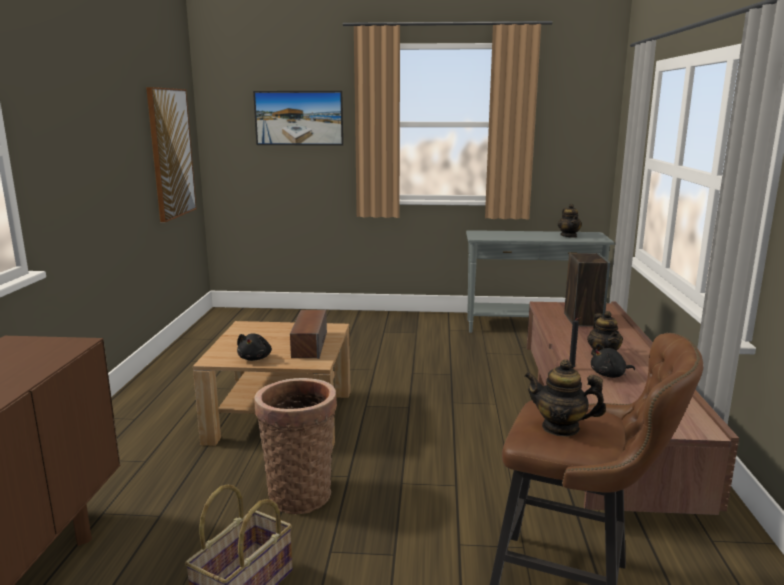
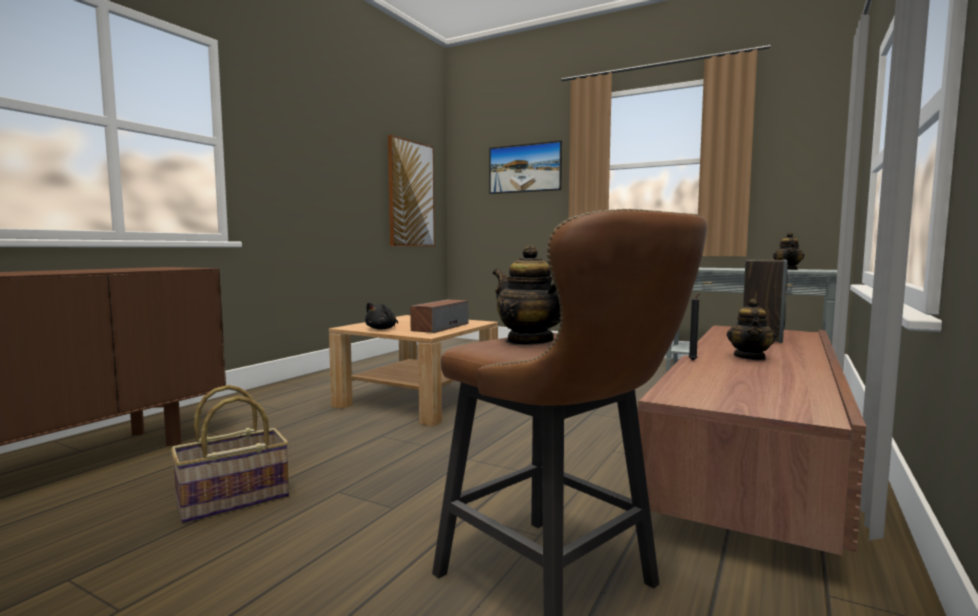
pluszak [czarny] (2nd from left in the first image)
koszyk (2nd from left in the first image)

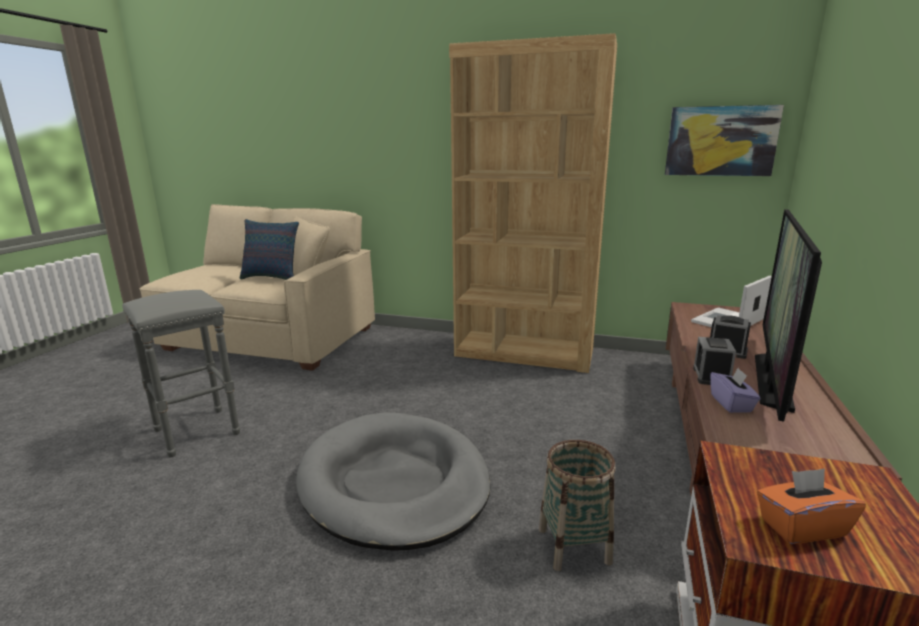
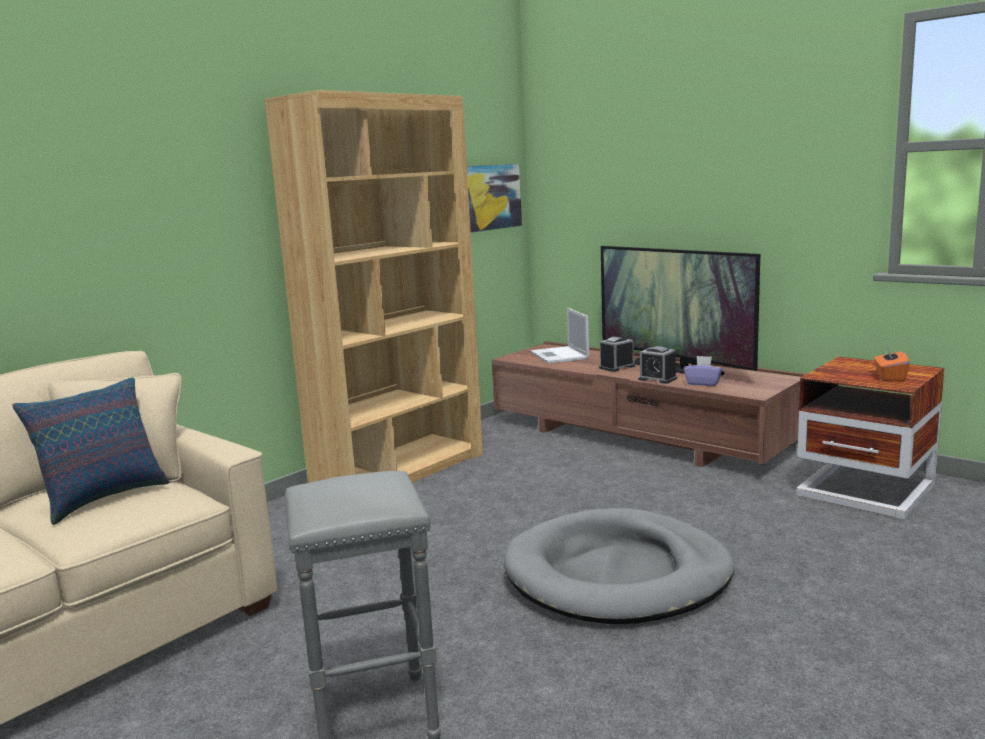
koszyk

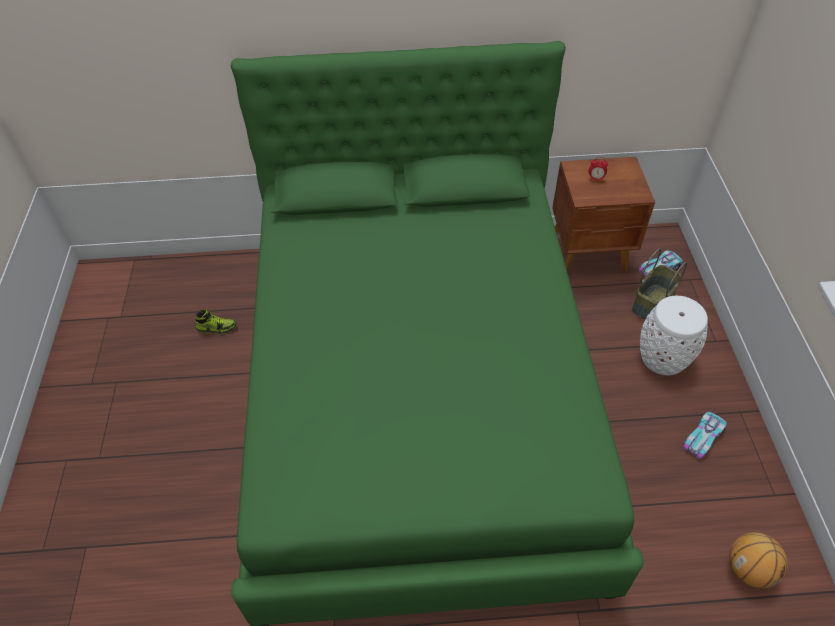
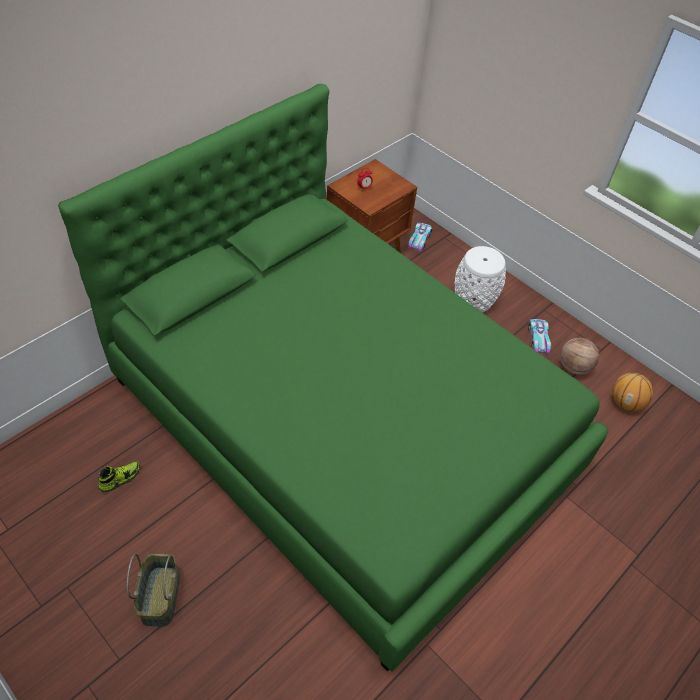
koszyk
piłka do koszykówki (1st from left)

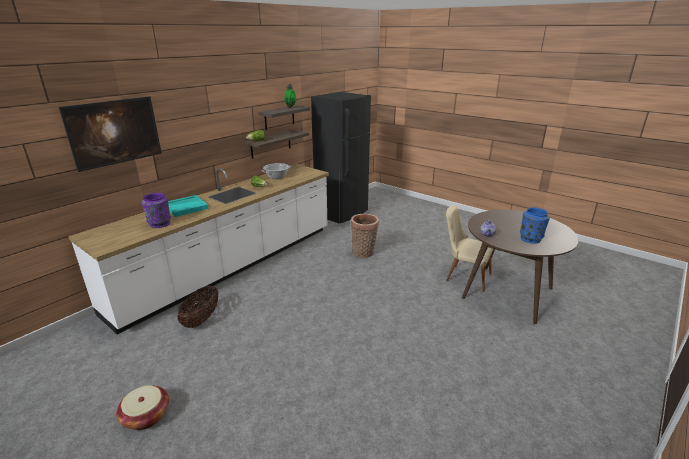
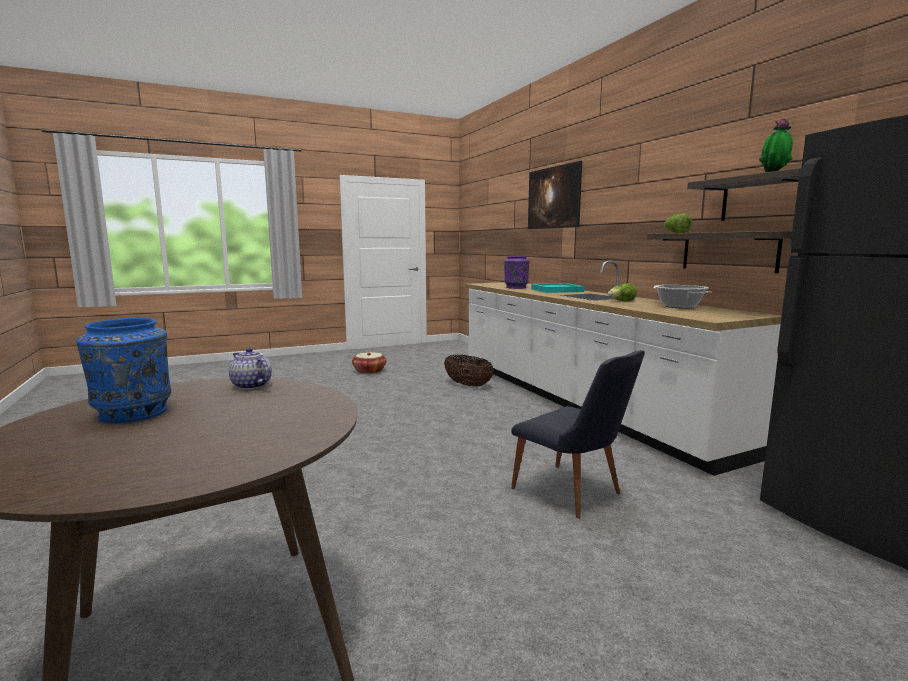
krzesło [beżowy]
krzesło [czarny]

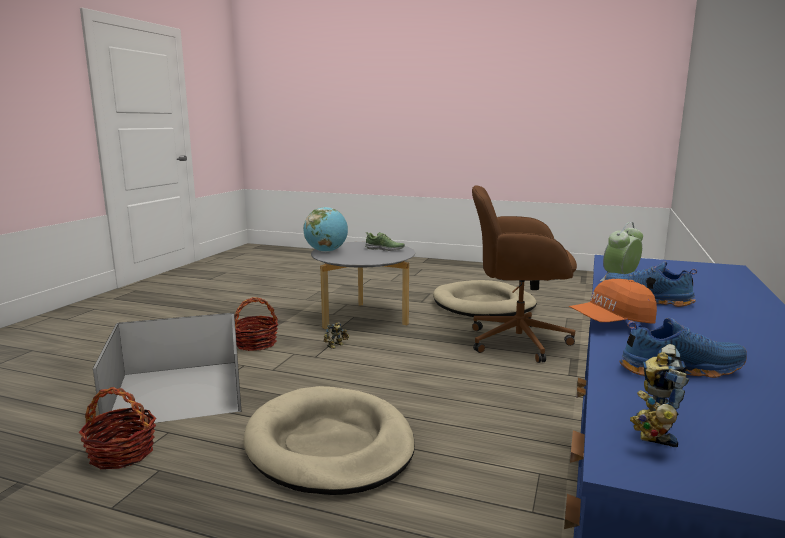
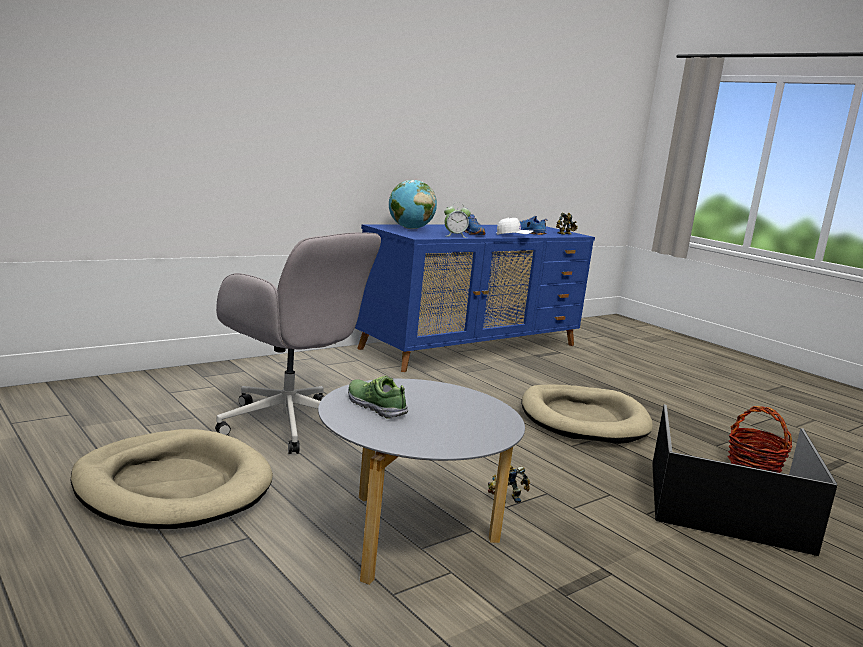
krzesło biurowe [szary]
globus
czapka z daszkiem [biały]
koszyk (2nd from left in the first image)

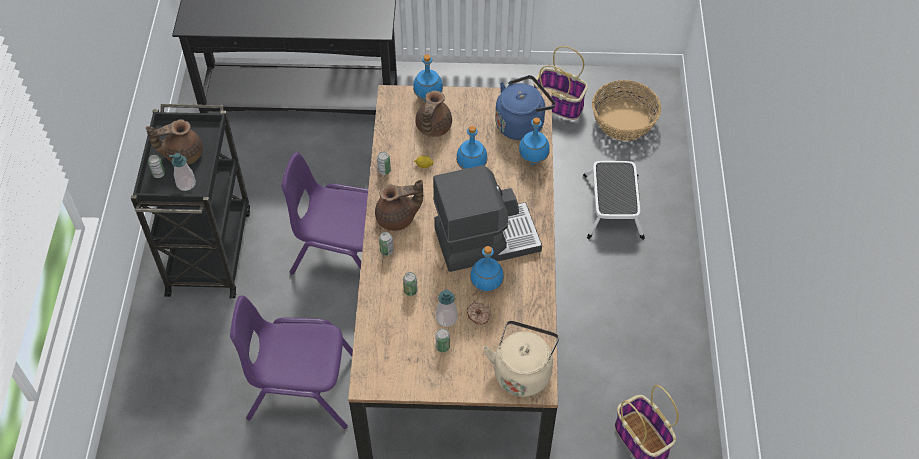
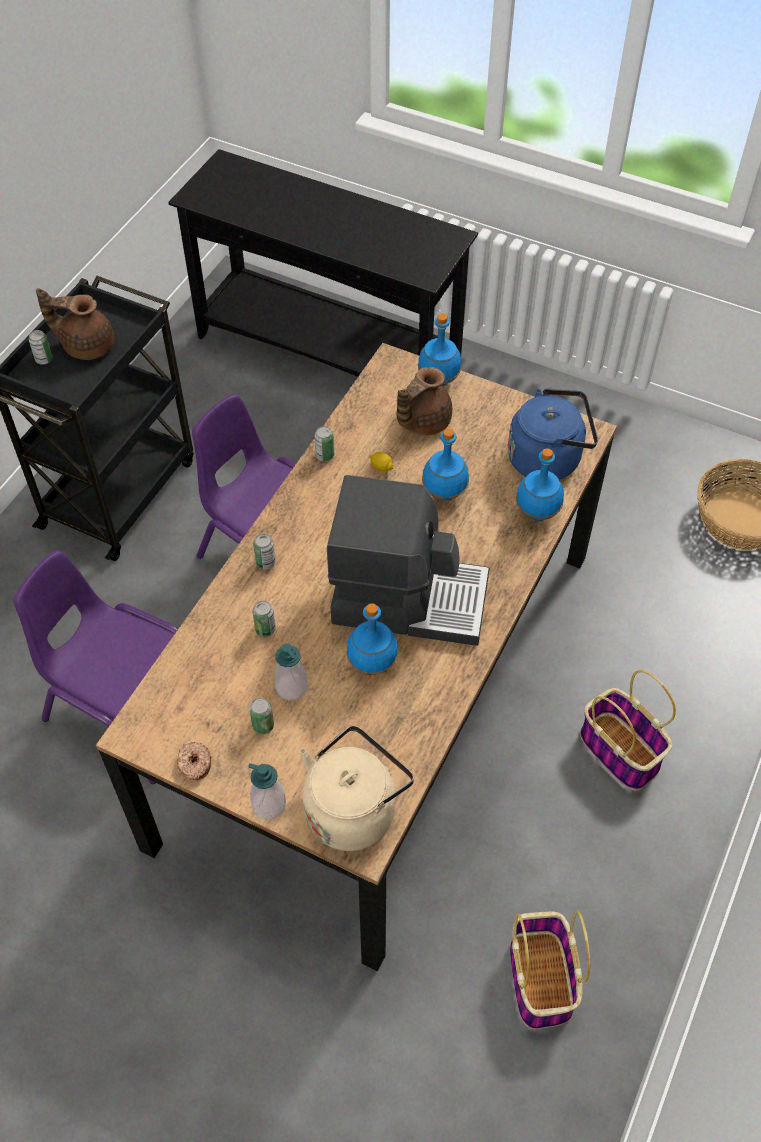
koszyk (2nd from left)
dozownik mydła (1st from left)
drabinka [czarny]
imbryk [brązowy] (2nd from left in the first image)
donut

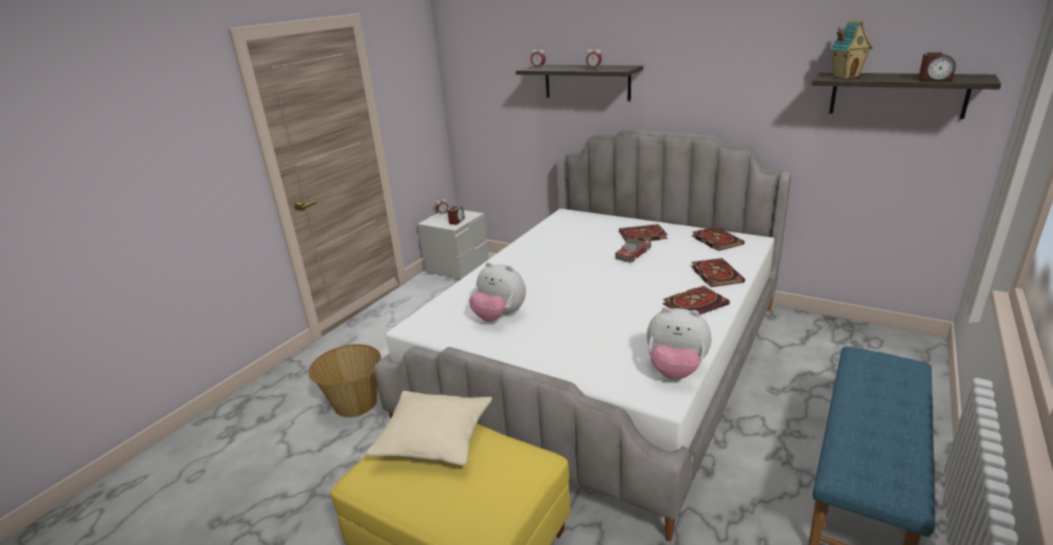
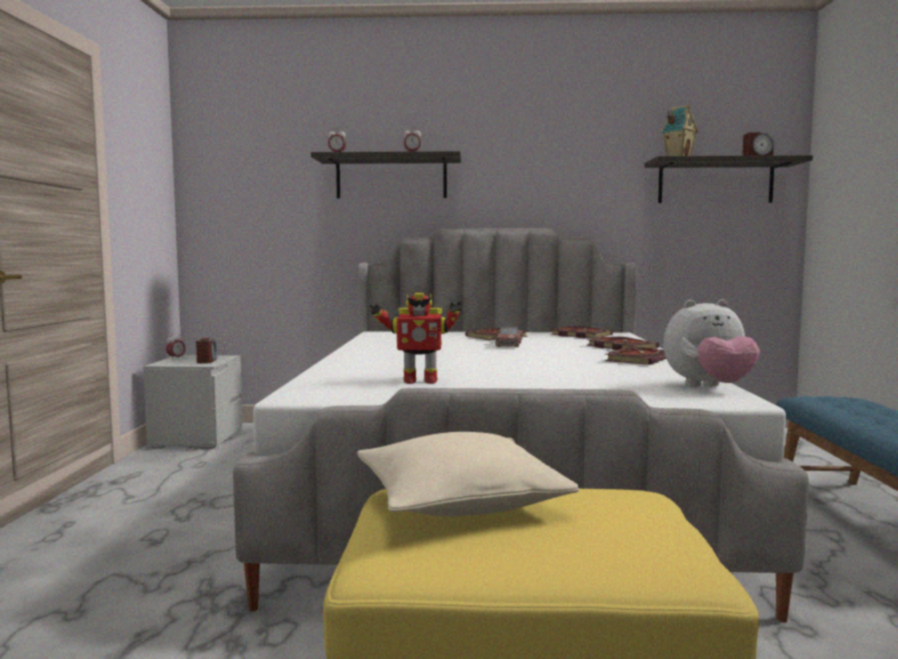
robot zabawkowy
koszyk

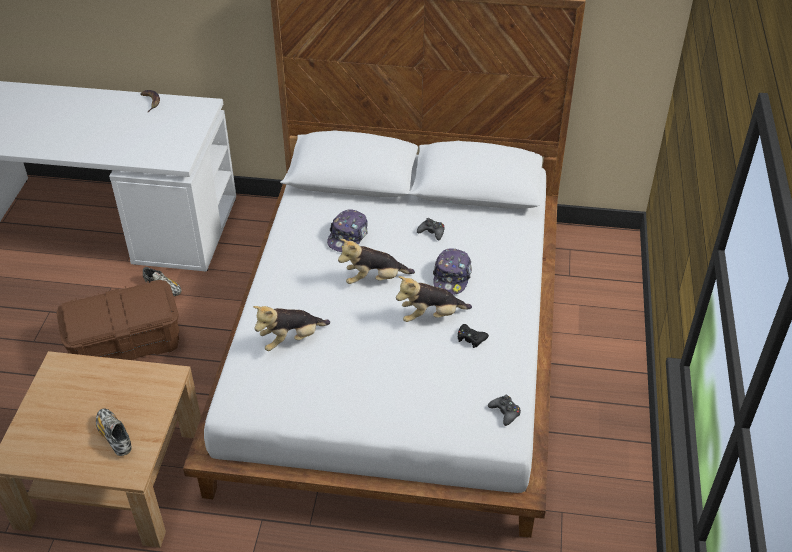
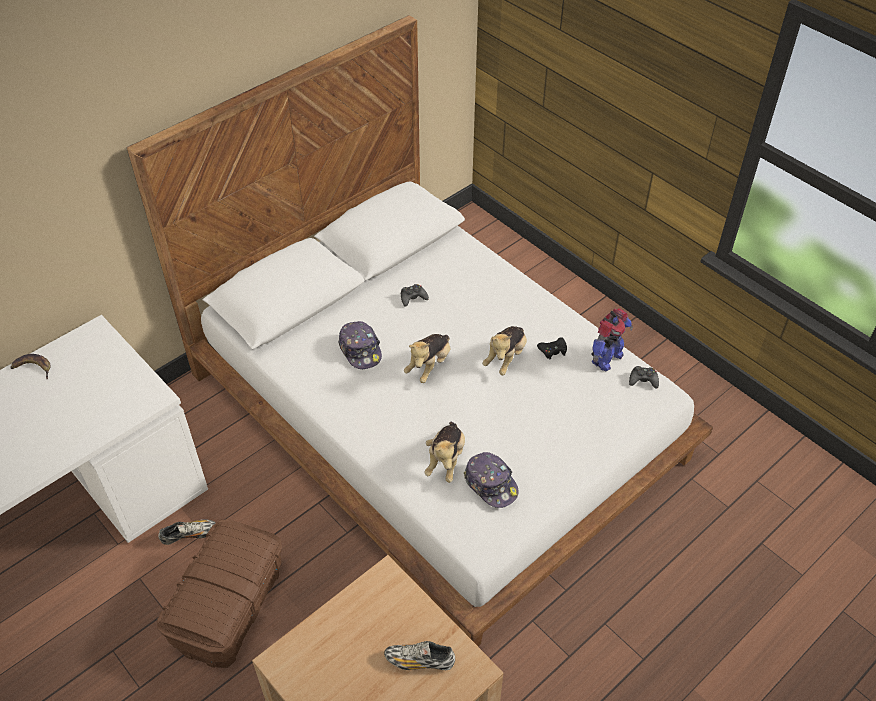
czapka z daszkiem (2nd from left)
robot zabawkowy

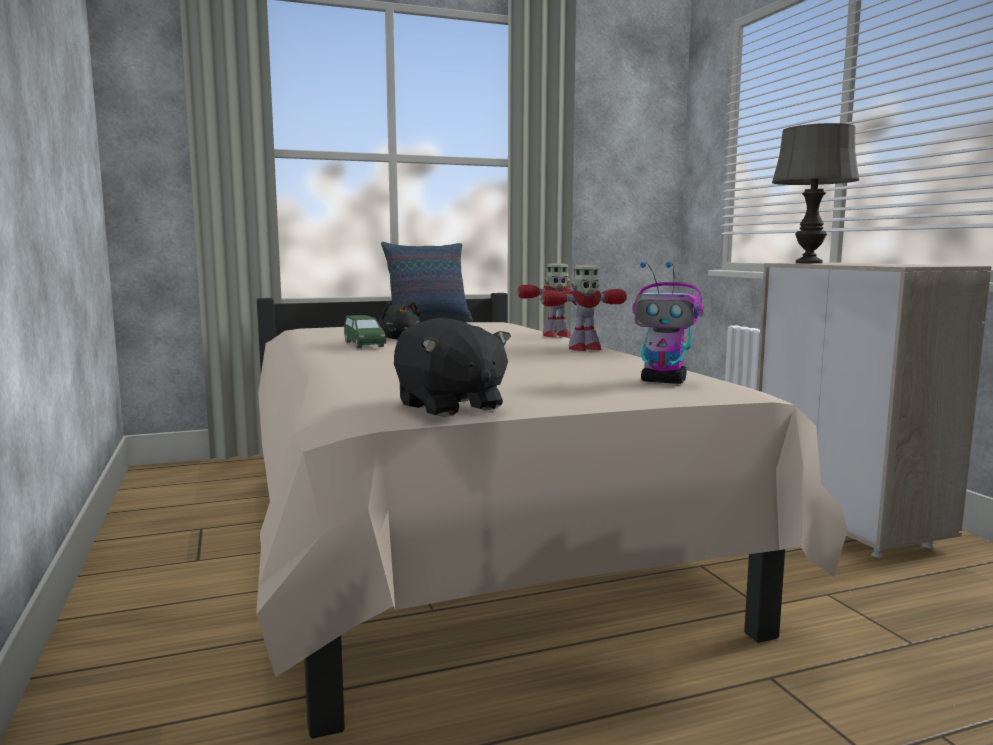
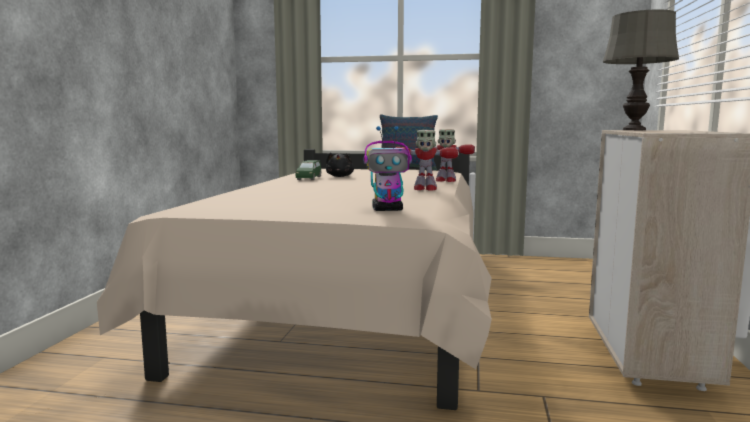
robot zabawkowy (1st from left)
pluszak [czarny] (2nd from left in the first image)

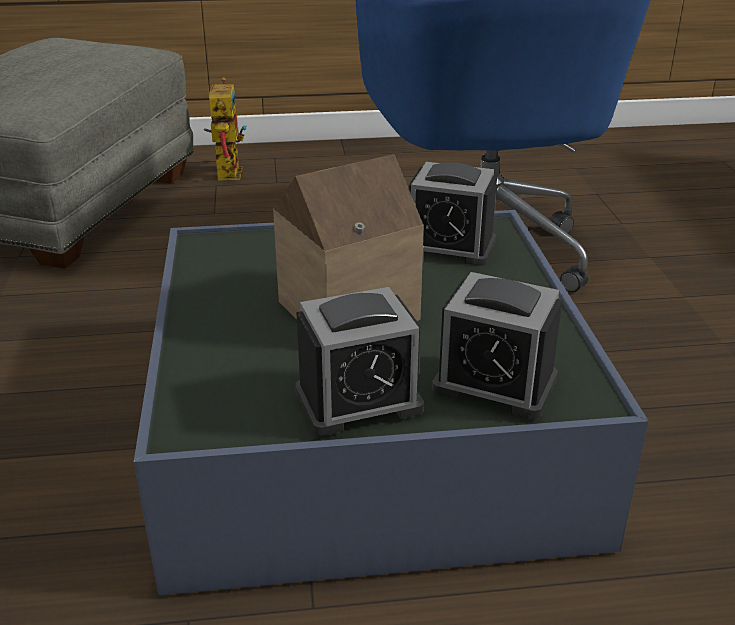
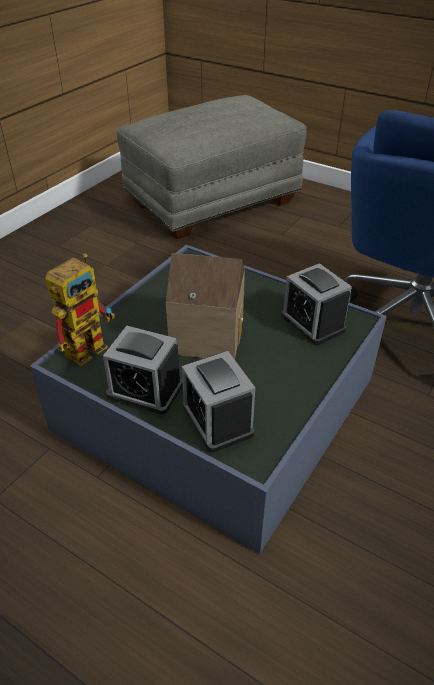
robot zabawkowy

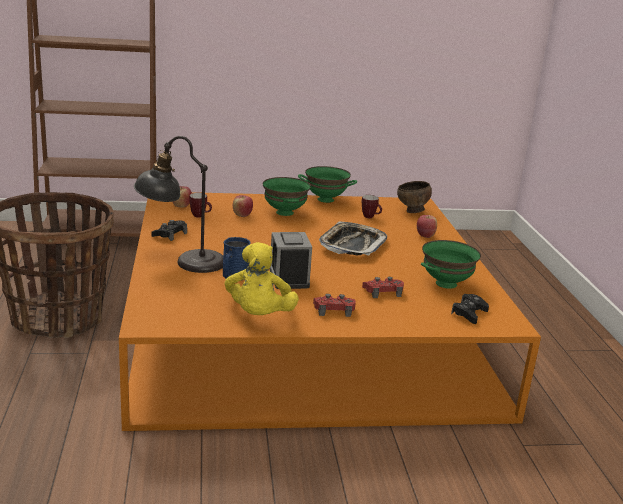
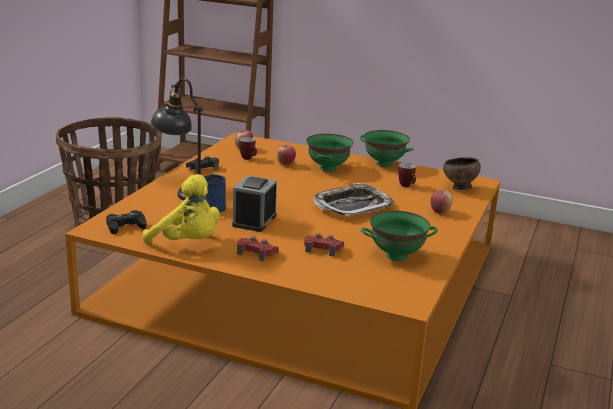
pluszak [żółty]
pad do gier [czarny] (1st from left)

